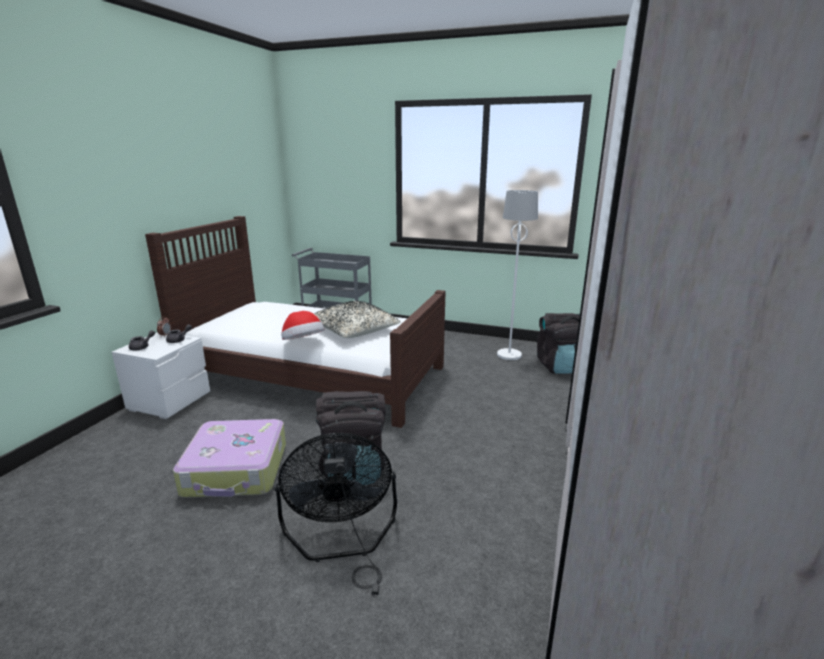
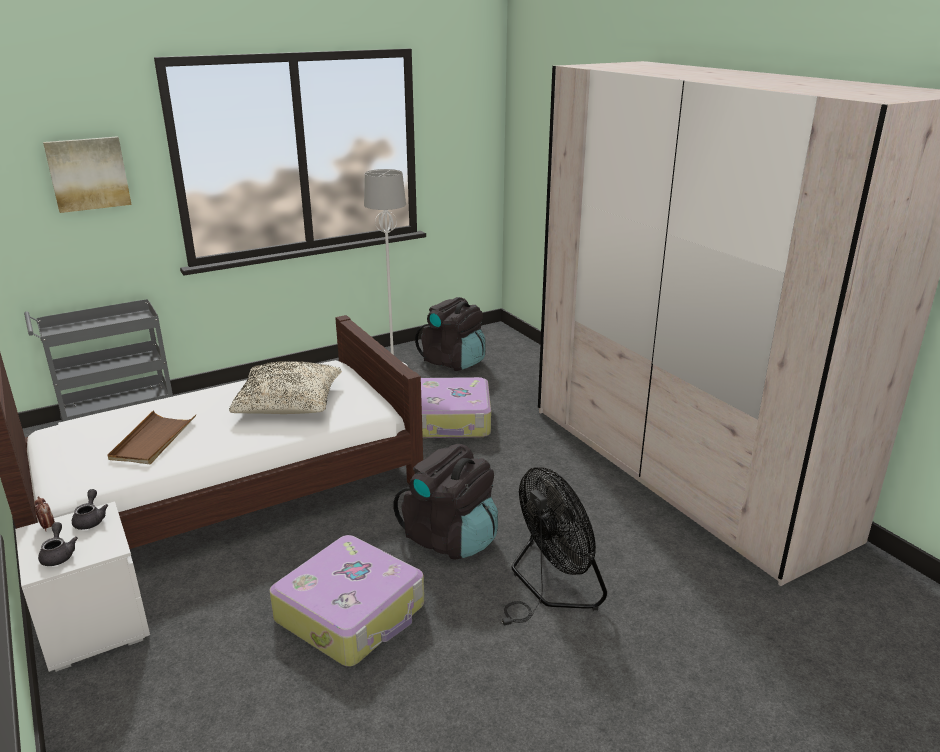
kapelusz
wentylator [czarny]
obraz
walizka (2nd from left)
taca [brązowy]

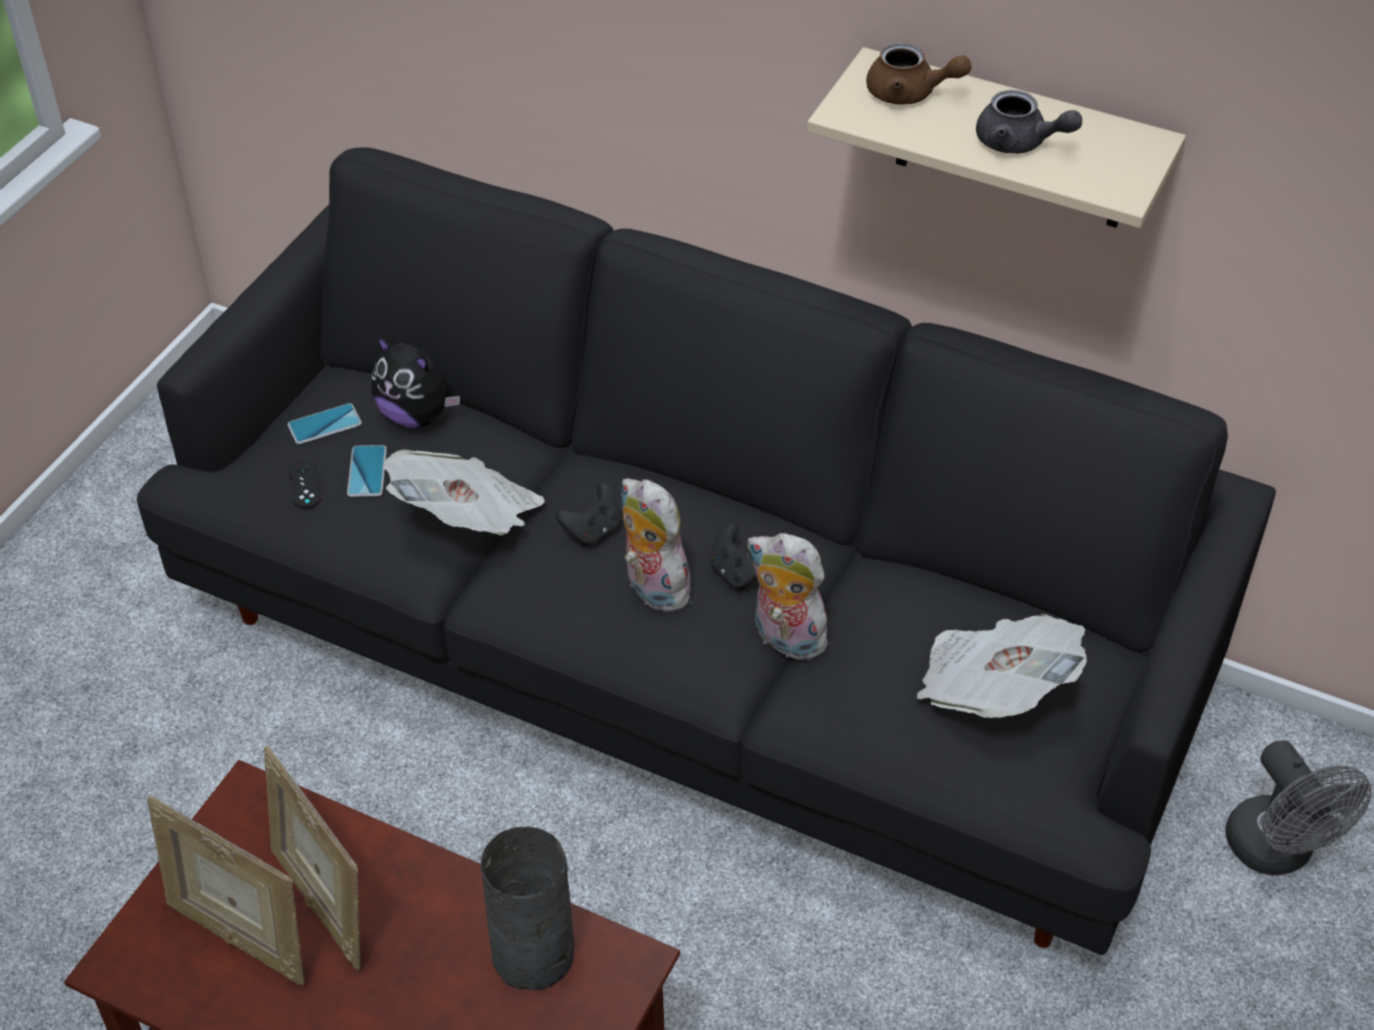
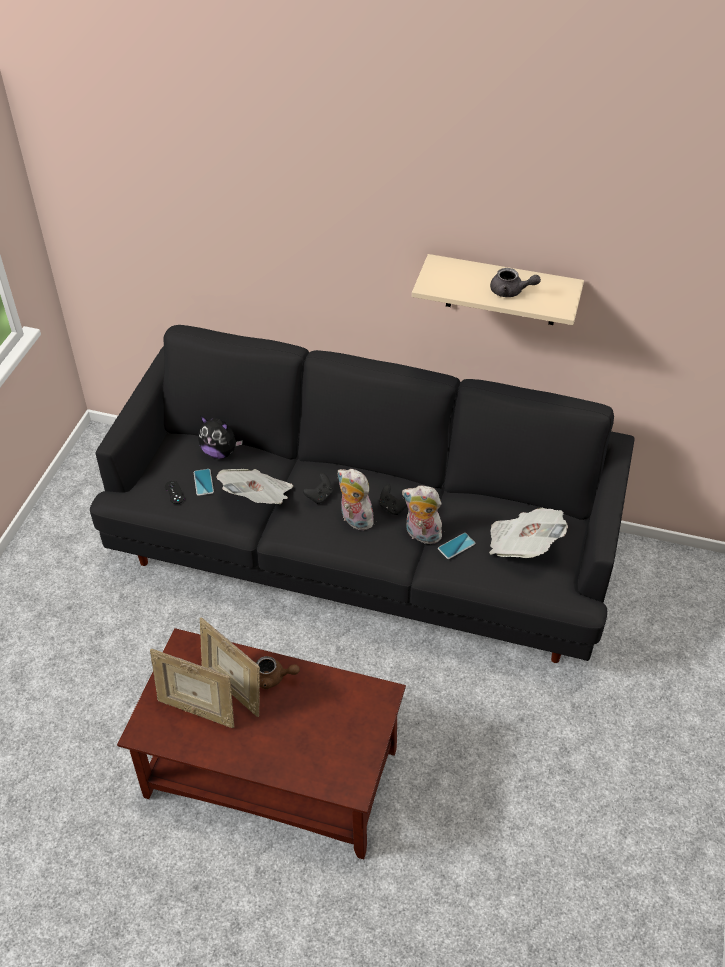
imbryk [brązowy]
telefon (2nd from left)
wentylator [szary]
wazon [szary]

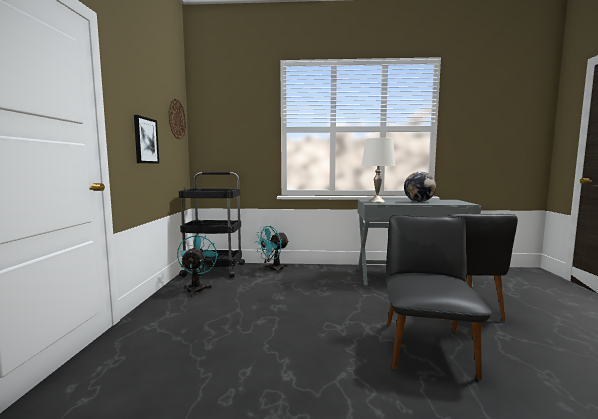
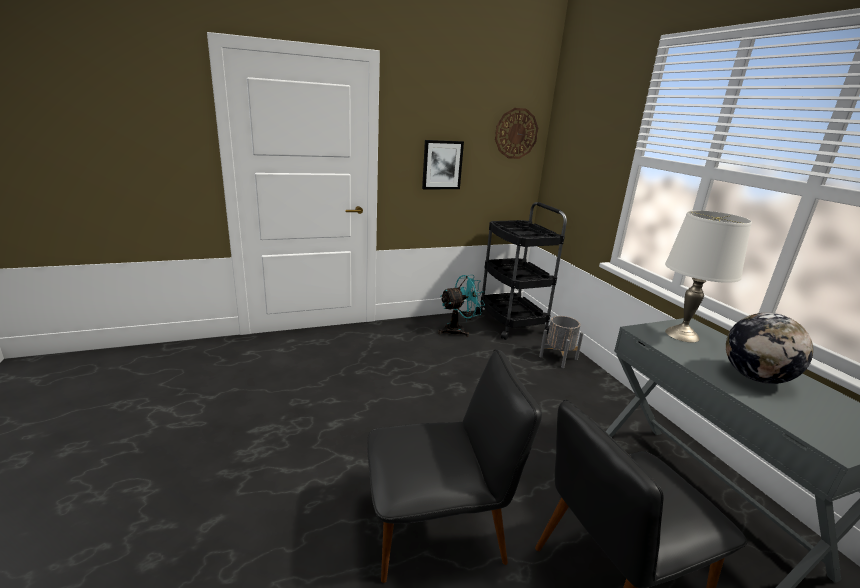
donica [szary]

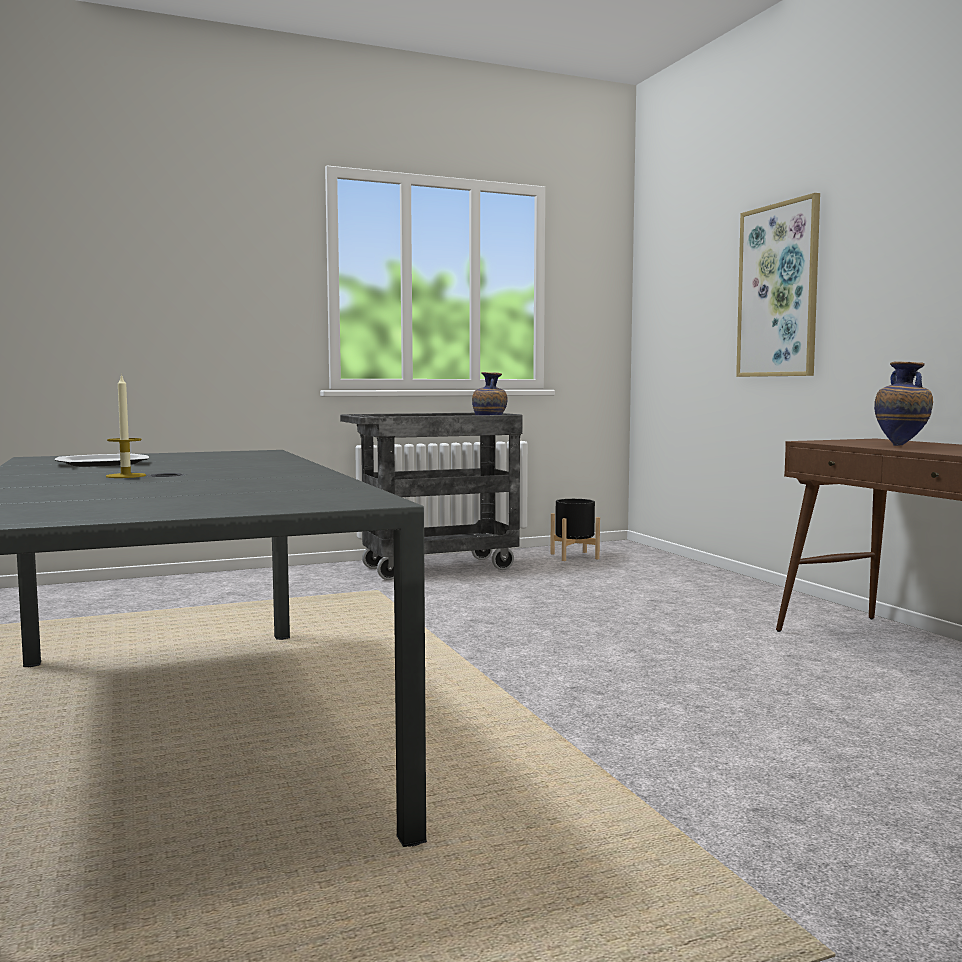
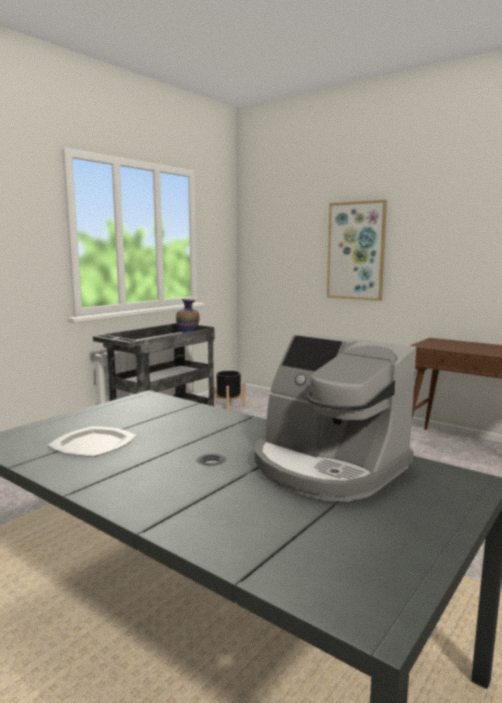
wazon (2nd from left in the first image)
świeca
ekspres do kawy

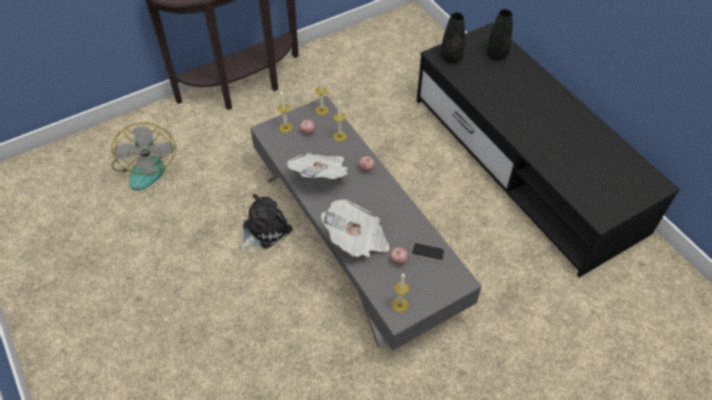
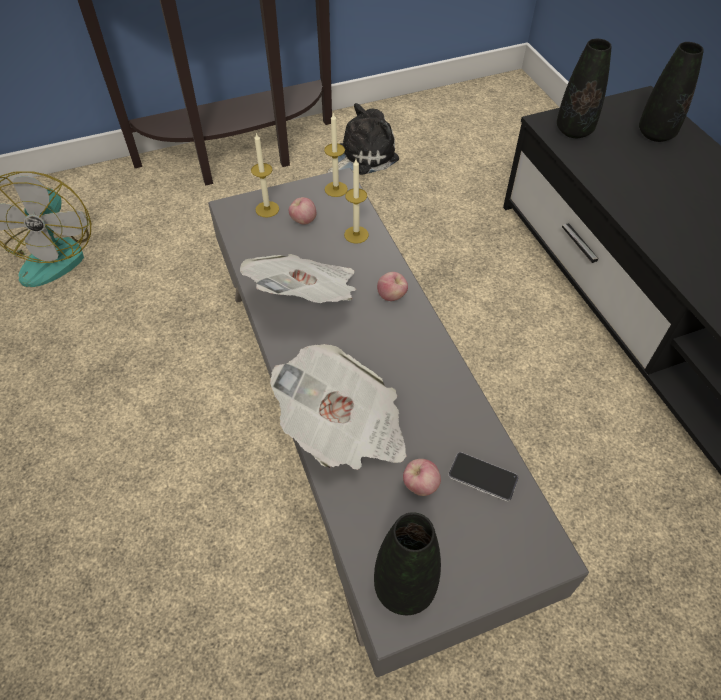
pluszak
wazon [czarny] (1st from left)

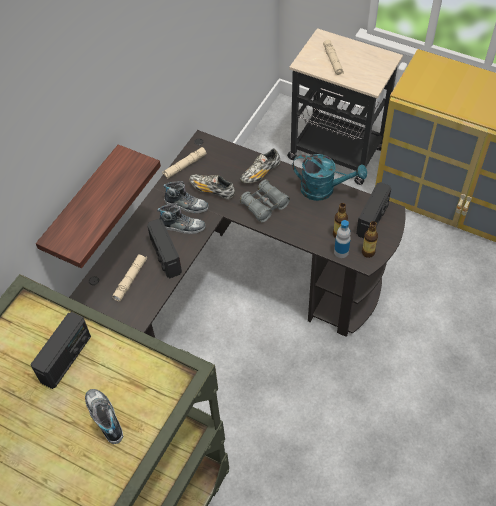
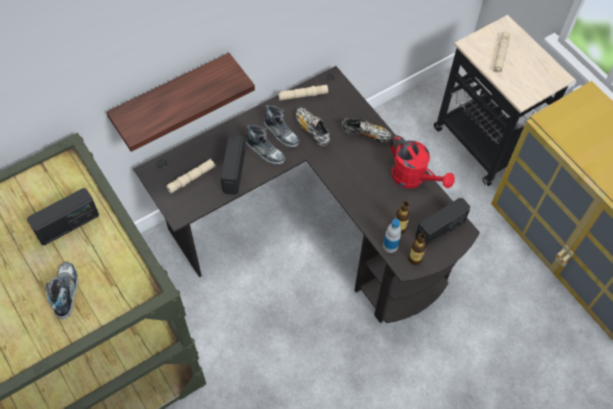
but (5th from left)
konewka [czerwony]
lornetka [szary]

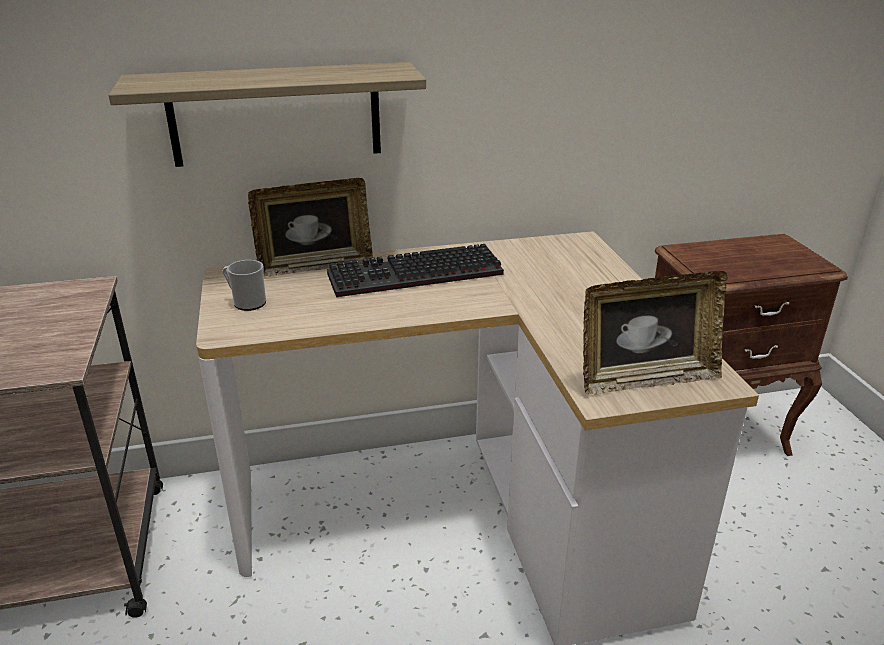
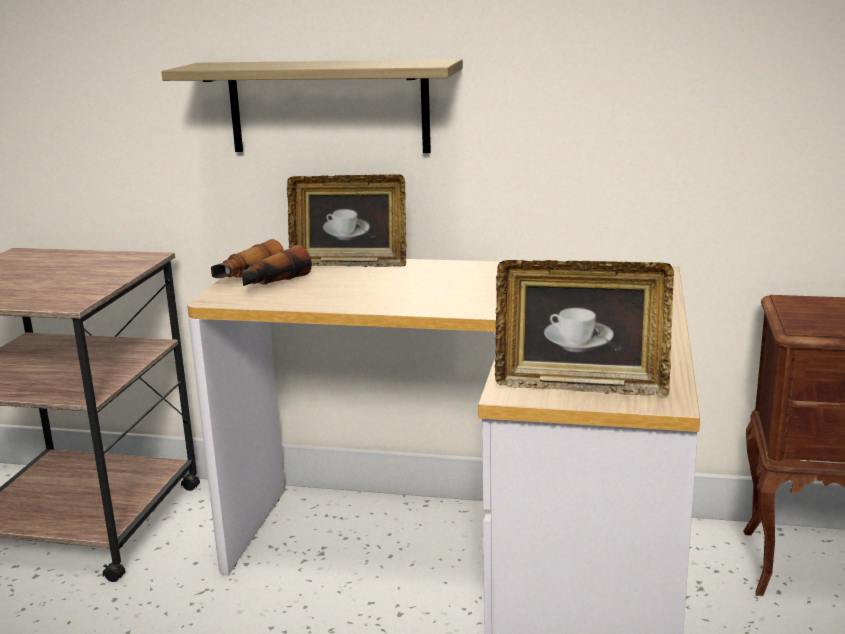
klawiatura
lornetka

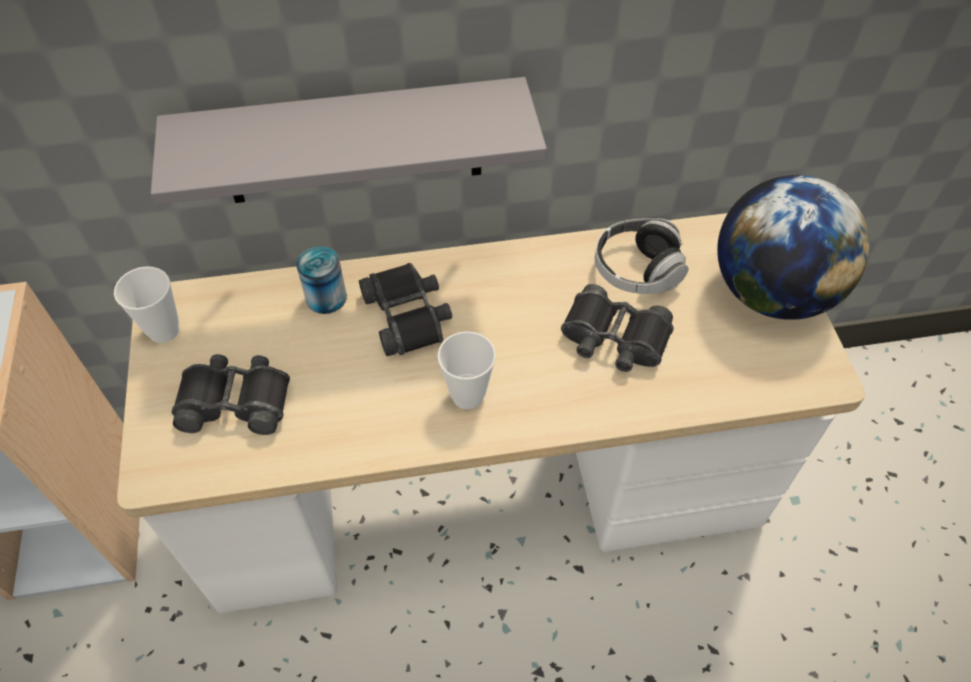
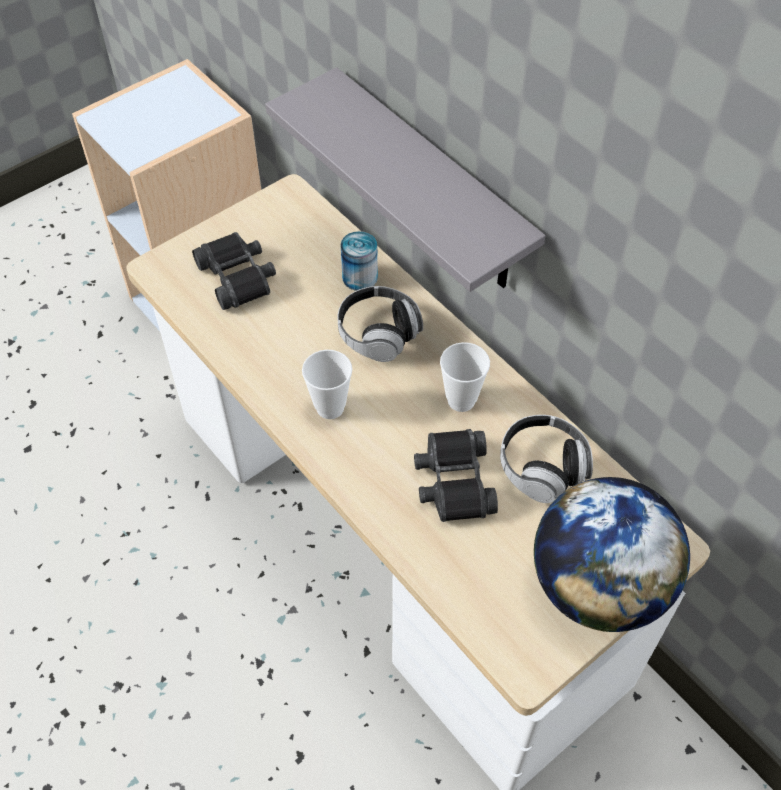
słuchawki (1st from left)
filiżanka (2nd from left)

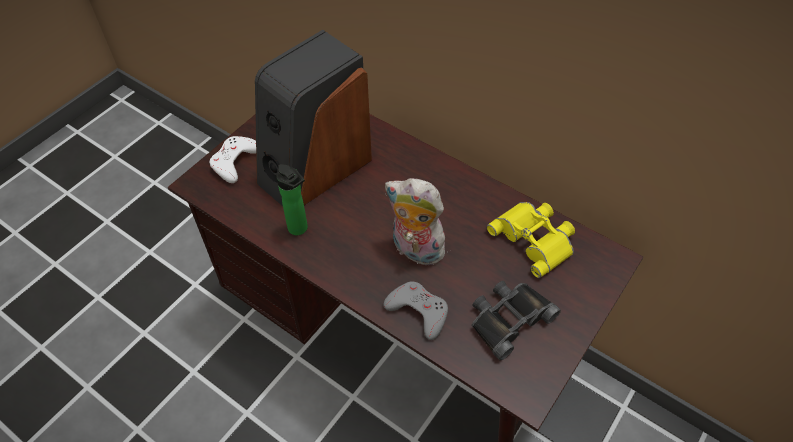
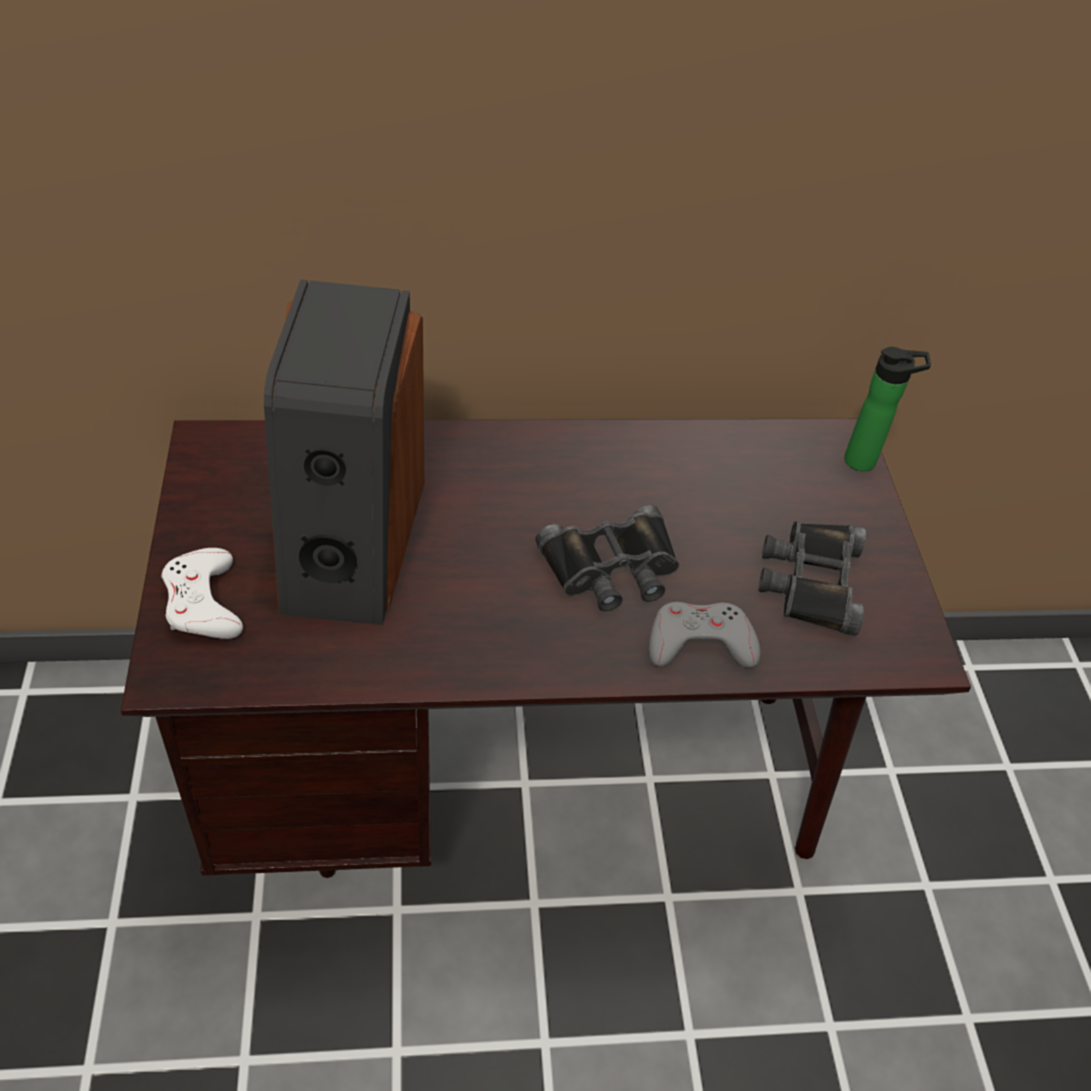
butelka
lornetka [czarny] (1st from left)
lornetka [żółty]

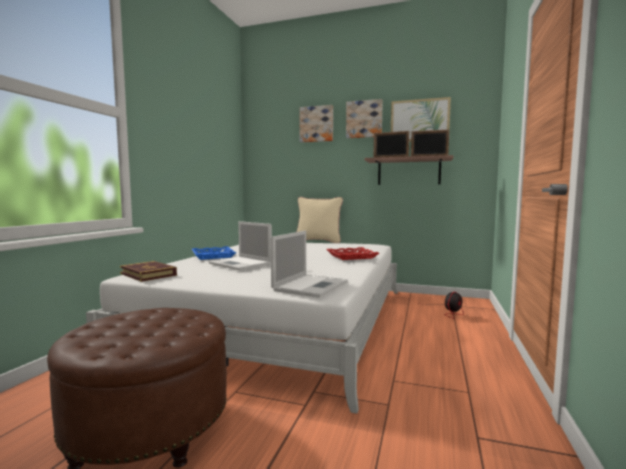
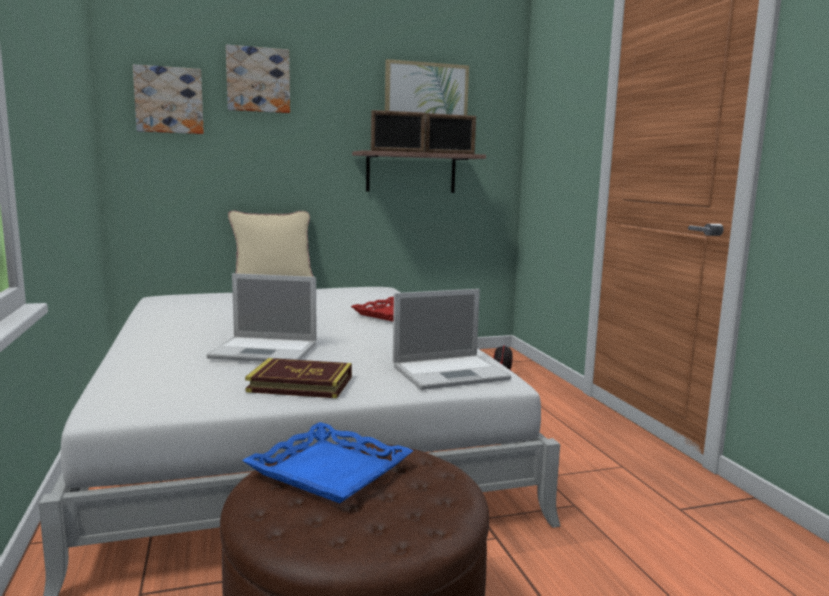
obraz (1st from left)
laptop (2nd from left)
taca [niebieski]
książka

